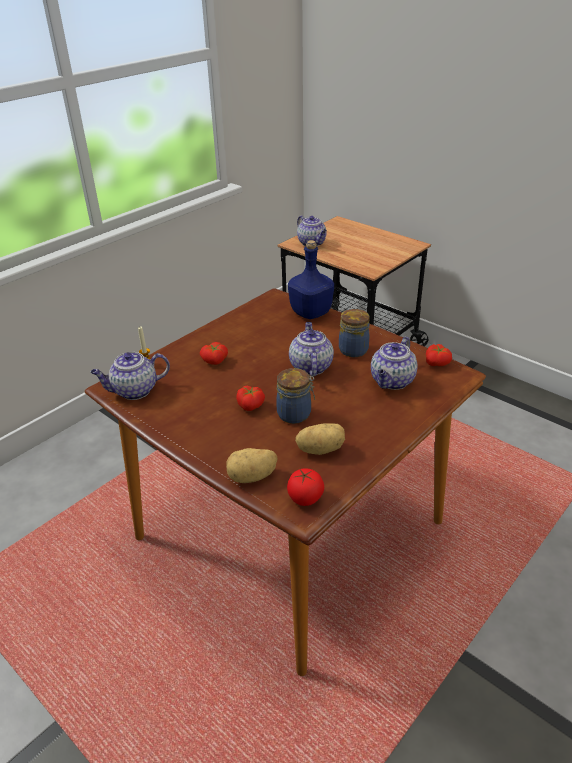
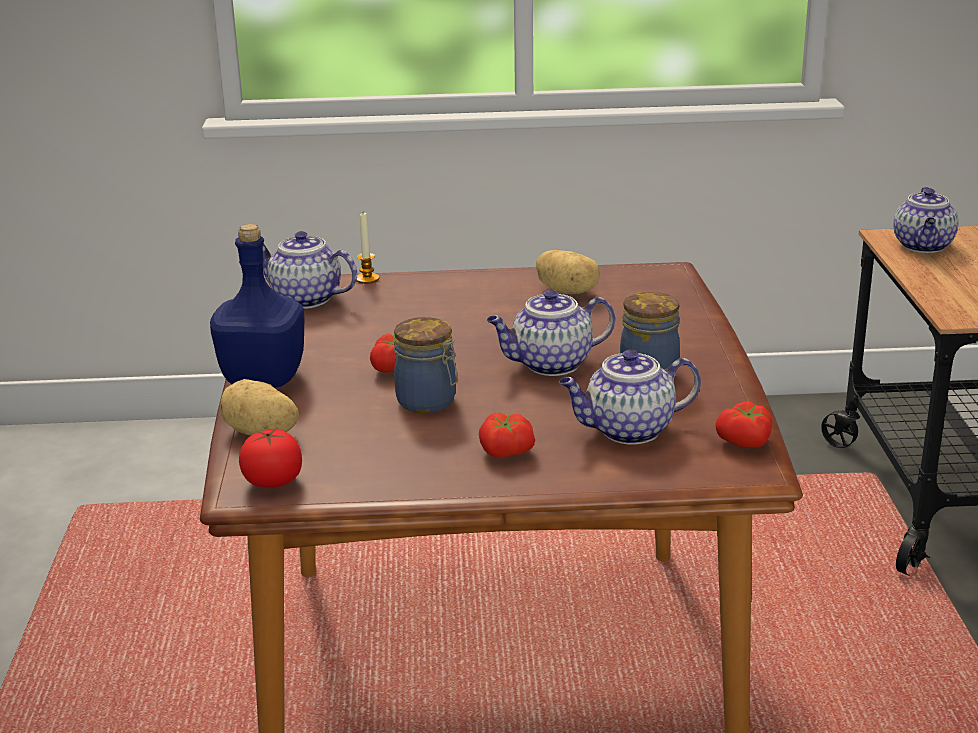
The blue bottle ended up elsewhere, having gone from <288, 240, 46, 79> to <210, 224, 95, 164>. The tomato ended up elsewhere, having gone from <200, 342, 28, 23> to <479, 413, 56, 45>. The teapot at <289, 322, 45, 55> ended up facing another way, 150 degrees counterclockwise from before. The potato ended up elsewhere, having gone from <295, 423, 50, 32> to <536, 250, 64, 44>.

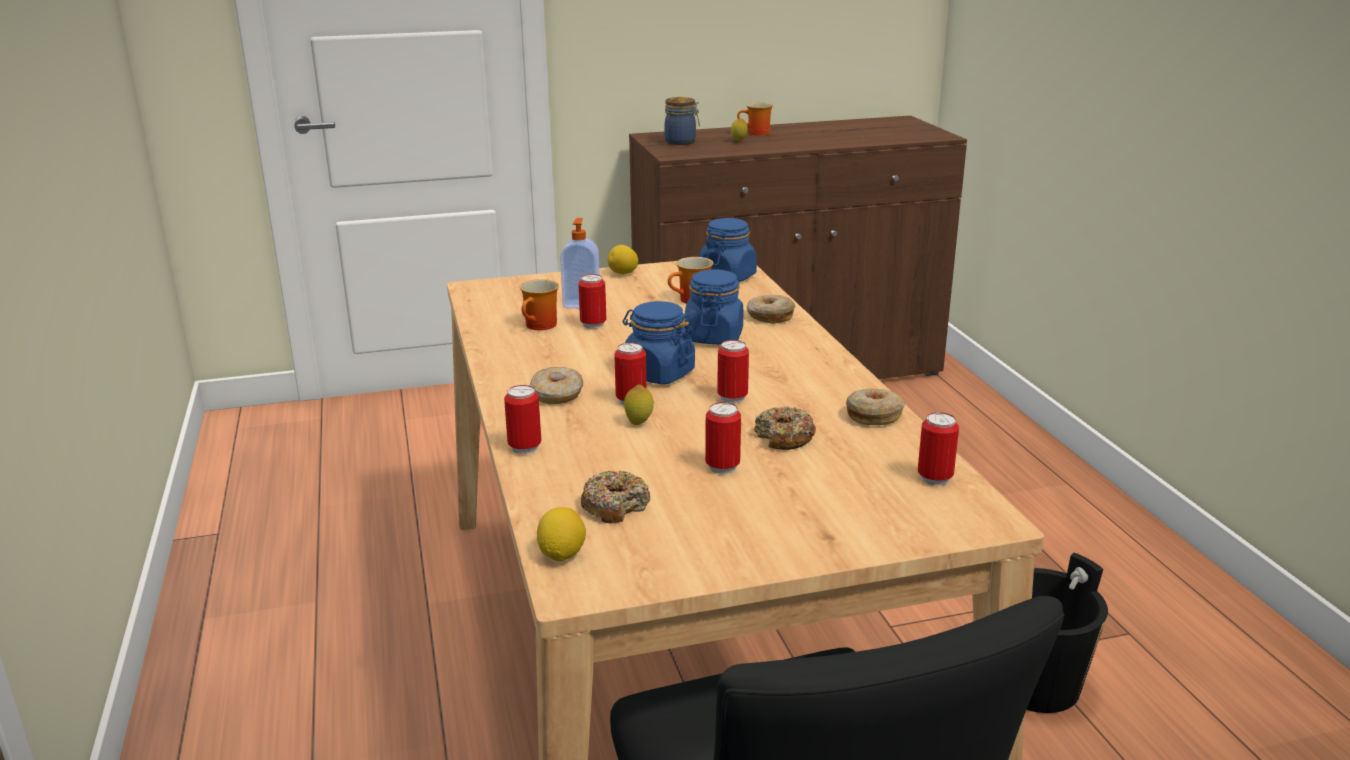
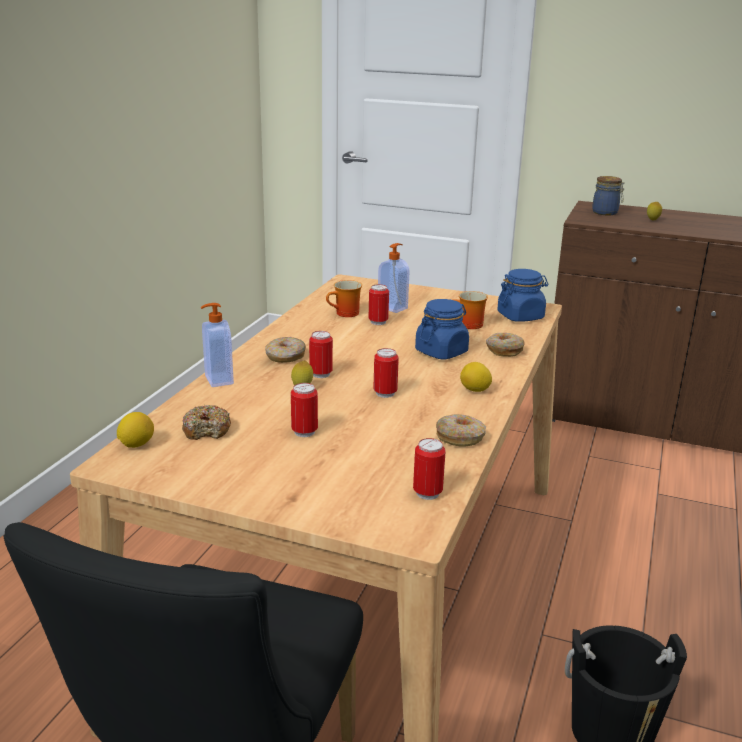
Where the can stood at <504, 385, 37, 69>, the soap dispenser came to stand at <201, 303, 33, 84>. The lemon ended up elsewhere, having gone from <607, 245, 31, 29> to <460, 362, 32, 30>. The second view lost the blue jar at <623, 301, 72, 83>. The second view lost the mug at <737, 102, 36, 34>. The second view lost the donut at <754, 406, 62, 44>.

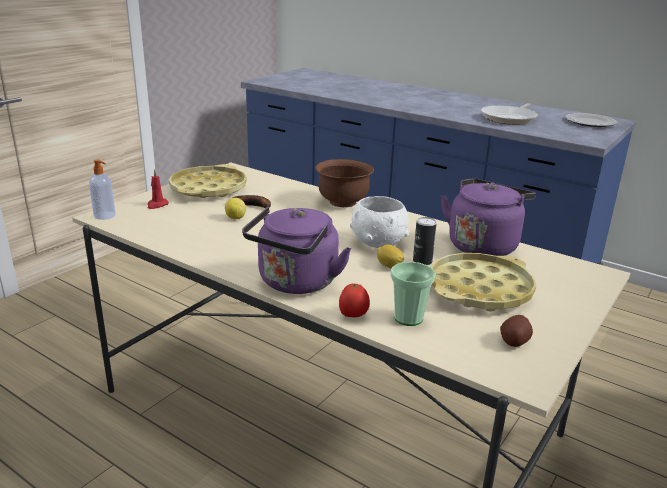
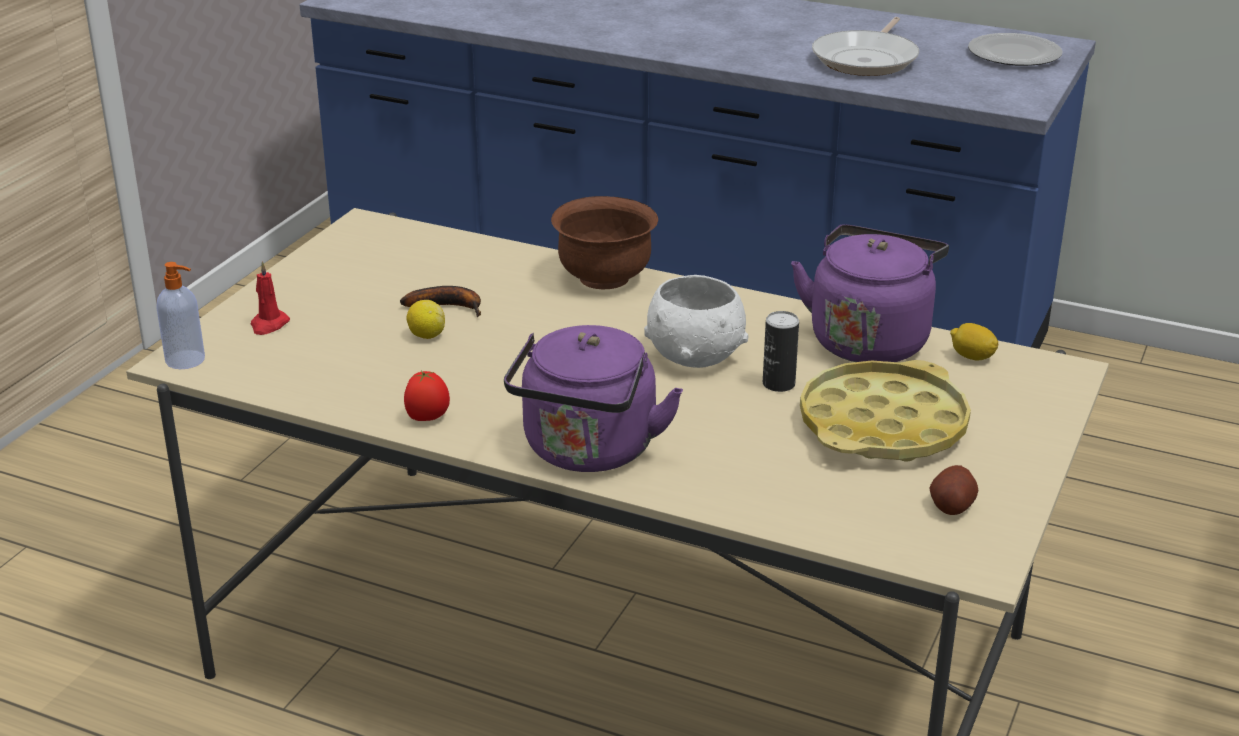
The tomato ended up elsewhere, having gone from <339, 283, 31, 34> to <404, 371, 46, 50>. The lemon ended up elsewhere, having gone from <377, 244, 27, 24> to <950, 323, 48, 38>. The second view lost the yellow tray at <169, 164, 78, 34>. The second view lost the cup at <390, 262, 45, 64>.

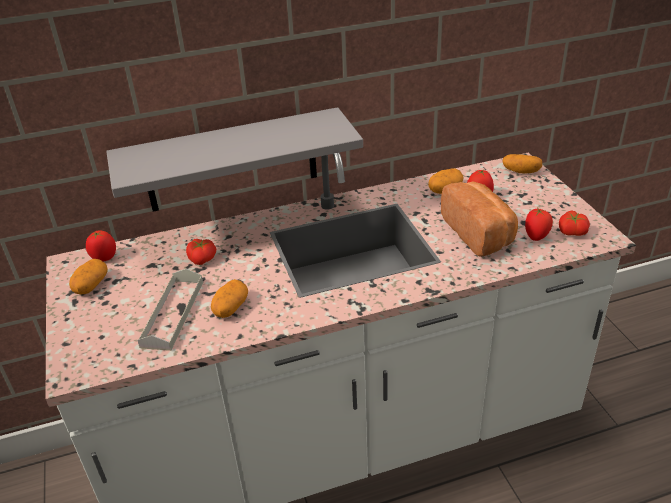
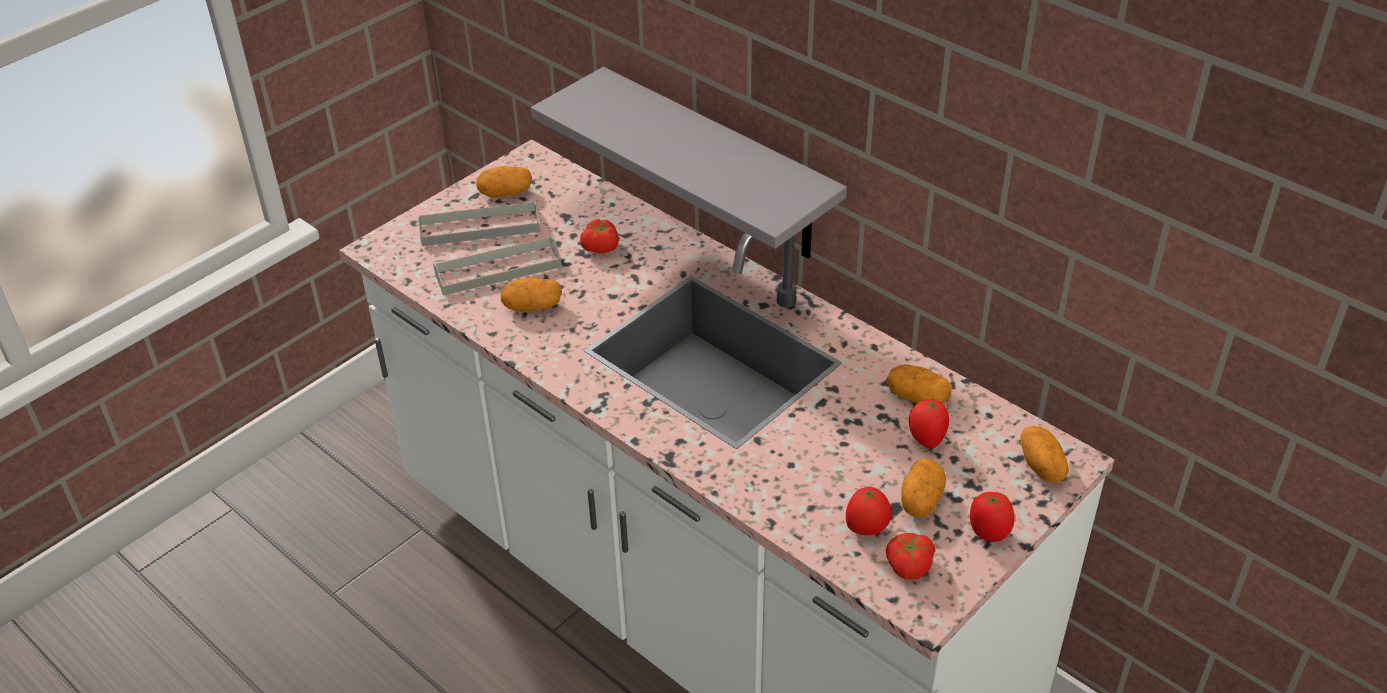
The second view gained the grey tray at <418, 200, 122, 46>. The second view gained the potato at <901, 458, 45, 60>. The tomato ended up elsewhere, having gone from <86, 230, 30, 32> to <970, 492, 44, 50>. The second view lost the bread at <441, 181, 77, 76>.

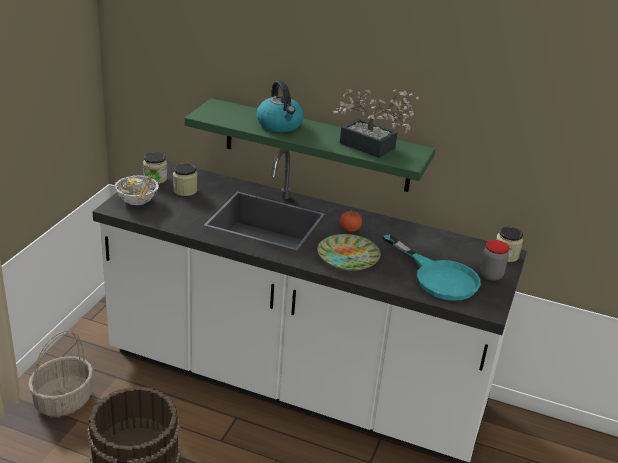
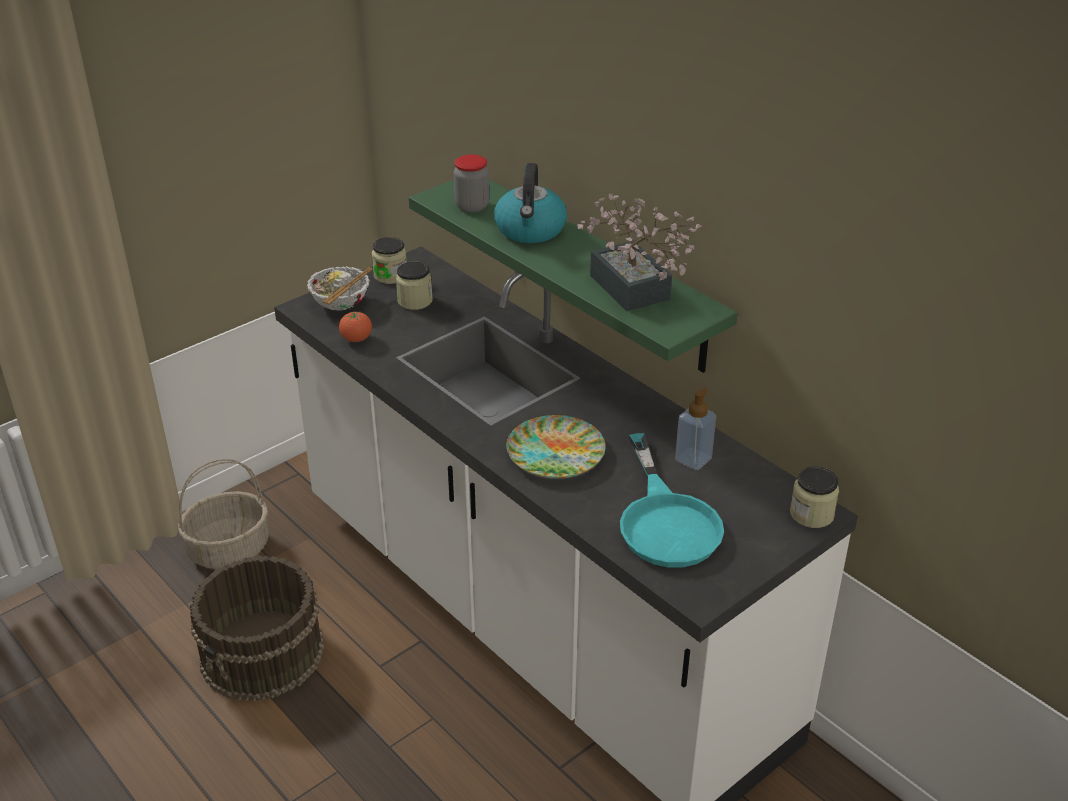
The tomato ended up elsewhere, having gone from <340, 211, 22, 21> to <339, 311, 33, 31>. The jar ended up elsewhere, having gone from <480, 240, 29, 41> to <454, 154, 35, 58>. The second view gained the soap dispenser at <675, 388, 41, 82>.

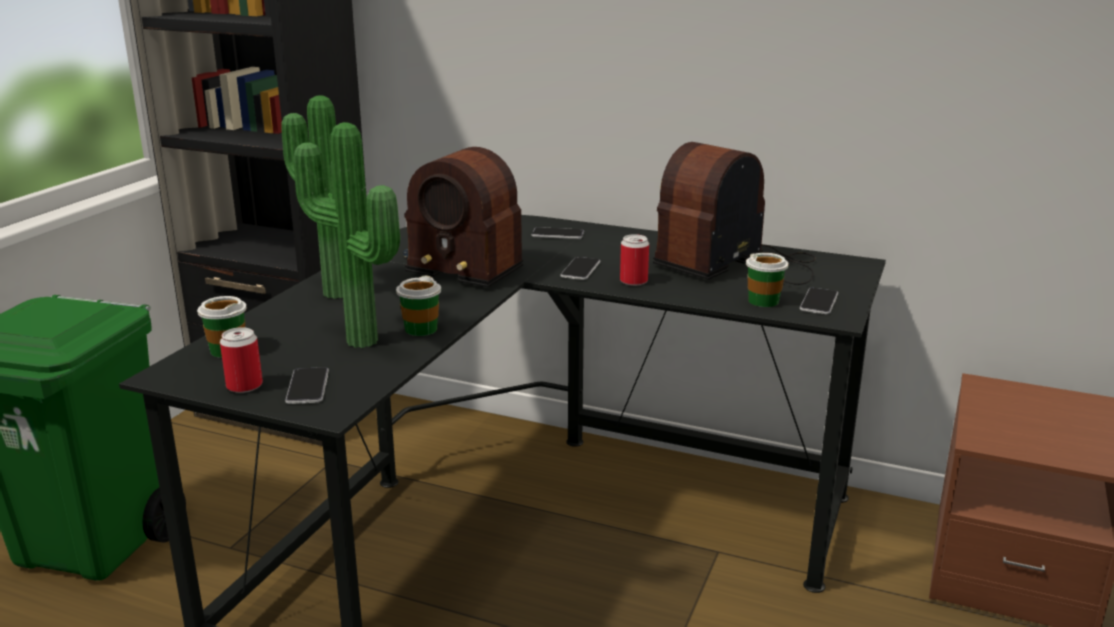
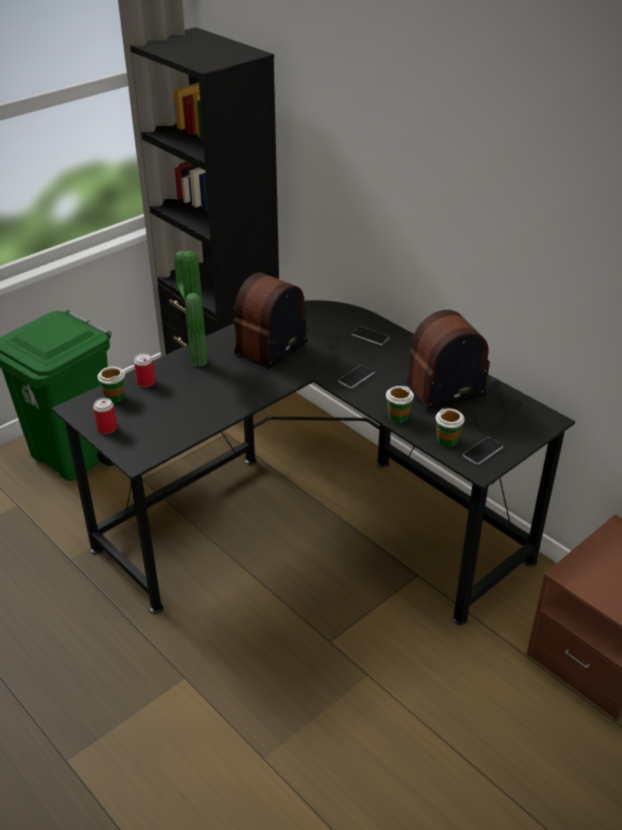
The can ended up elsewhere, having gone from <620, 234, 29, 52> to <134, 353, 21, 34>. The radio at <403, 147, 120, 140> ended up facing another way, 75 degrees clockwise from before. The cup ended up elsewhere, having gone from <396, 275, 45, 61> to <386, 386, 28, 37>. The second view lost the phone at <285, 367, 44, 37>. The second view lost the potted plant at <294, 122, 106, 226>.

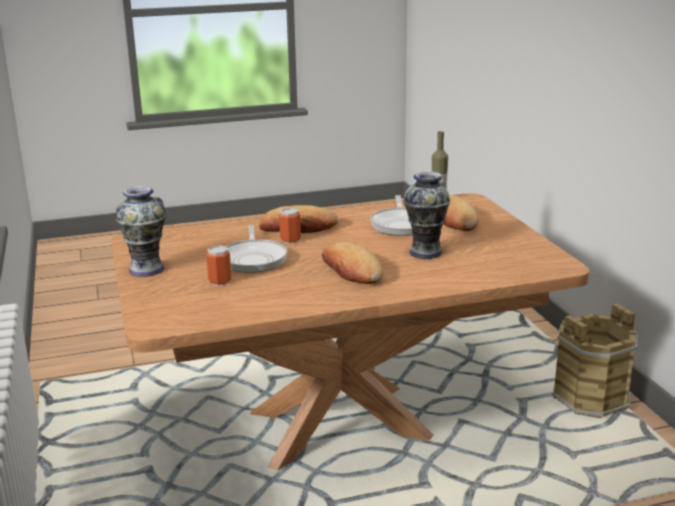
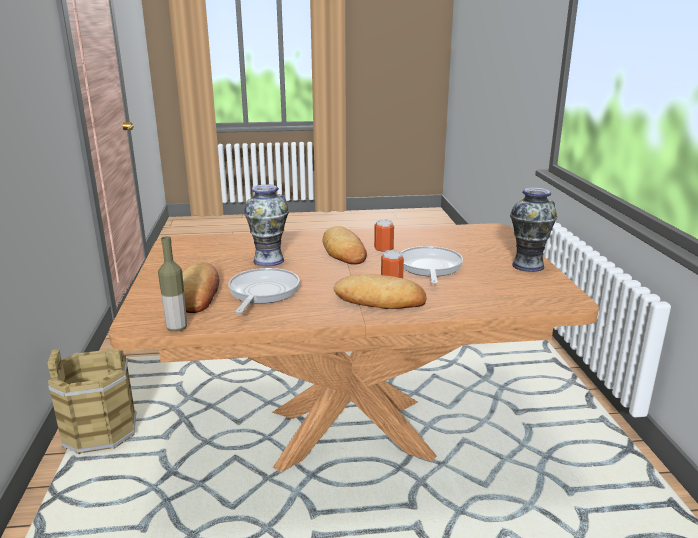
The can ended up elsewhere, having gone from <206, 245, 26, 41> to <374, 220, 20, 33>.

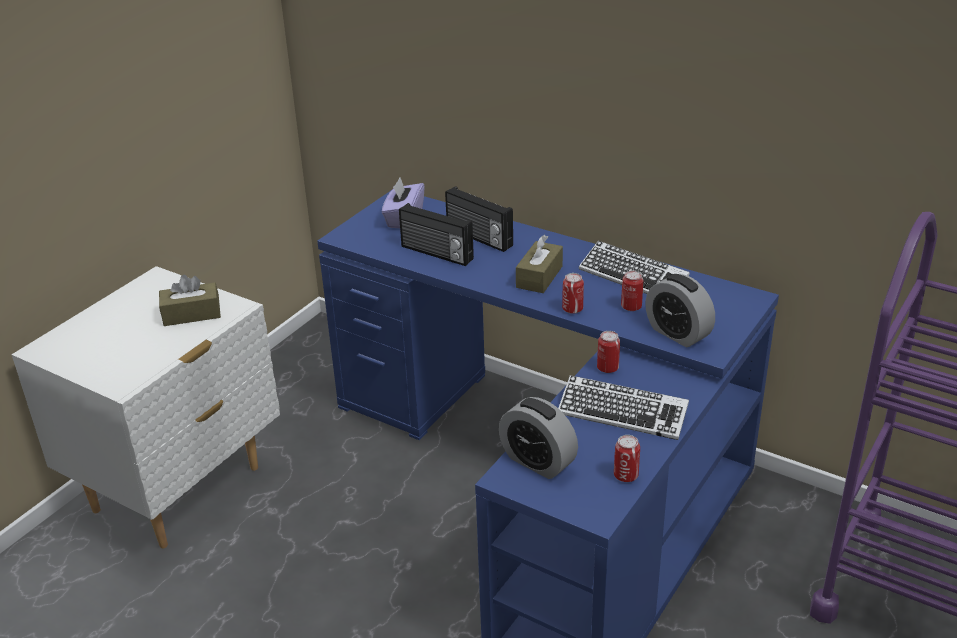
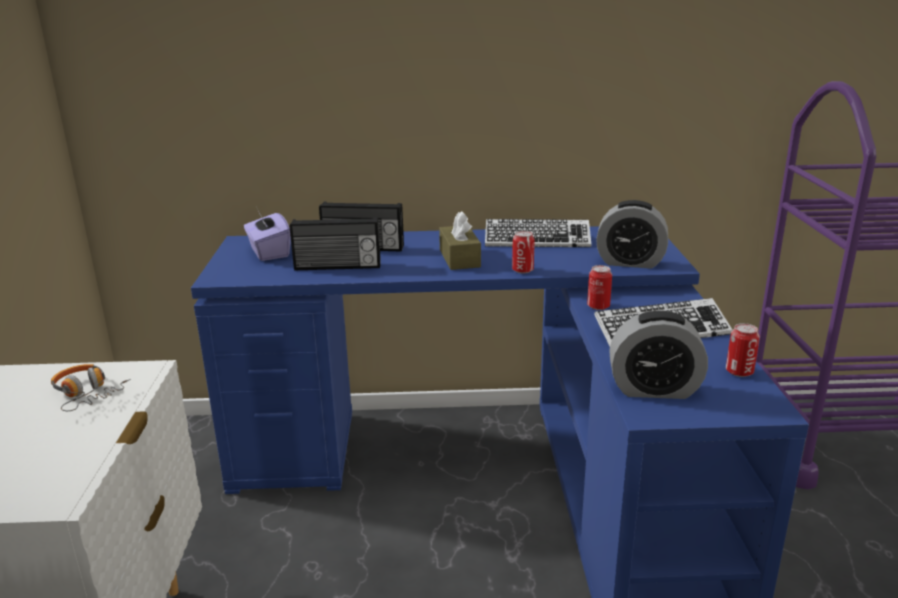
Where the brown tissue box stood at <159, 275, 62, 51>, the headphones came to stand at <51, 364, 80, 47>. The second view lost the can at <621, 271, 22, 40>.

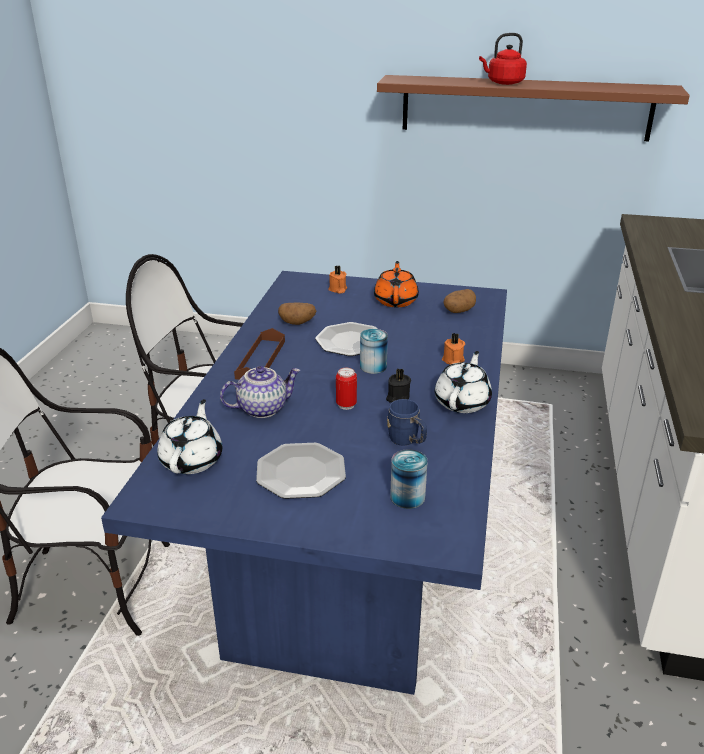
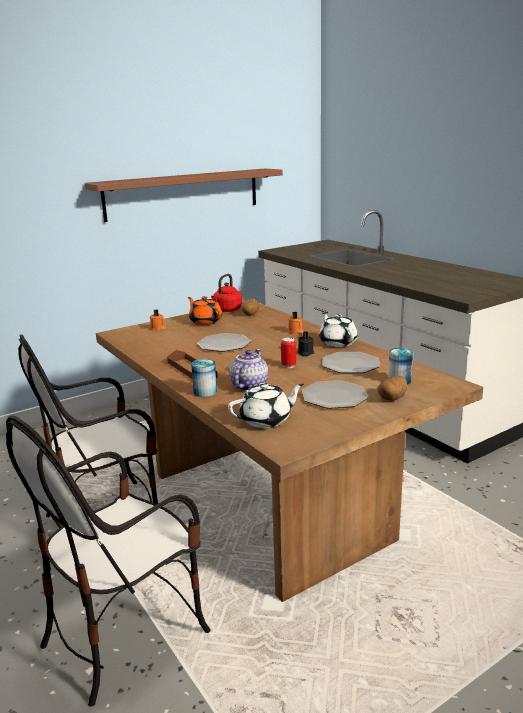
What was the blue dining table at <101, 271, 406, 424> turned into the brown dining table at <96, 302, 387, 300>. The can ended up elsewhere, having gone from <360, 329, 28, 45> to <191, 359, 26, 38>. The red kettle ended up elsewhere, having gone from <479, 33, 48, 52> to <211, 274, 31, 38>. The white teapot at <157, 399, 65, 75> ended up facing another way, 105 degrees clockwise from before. Where the blue mug stood at <387, 399, 40, 47>, the plate came to stand at <322, 352, 58, 21>. The potato ended up elsewhere, having gone from <278, 302, 38, 23> to <377, 376, 30, 25>.

